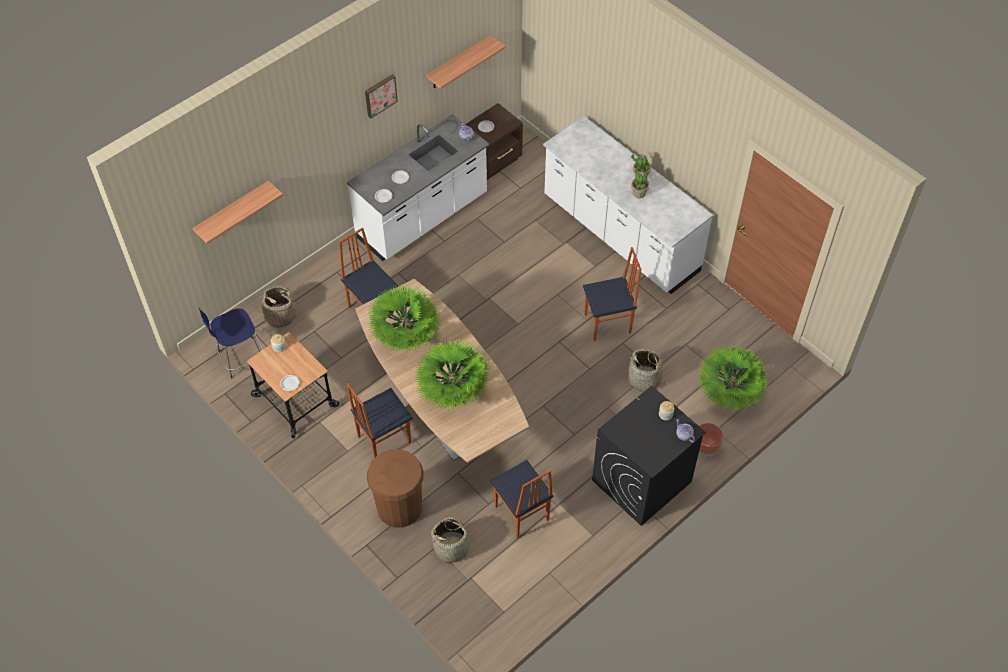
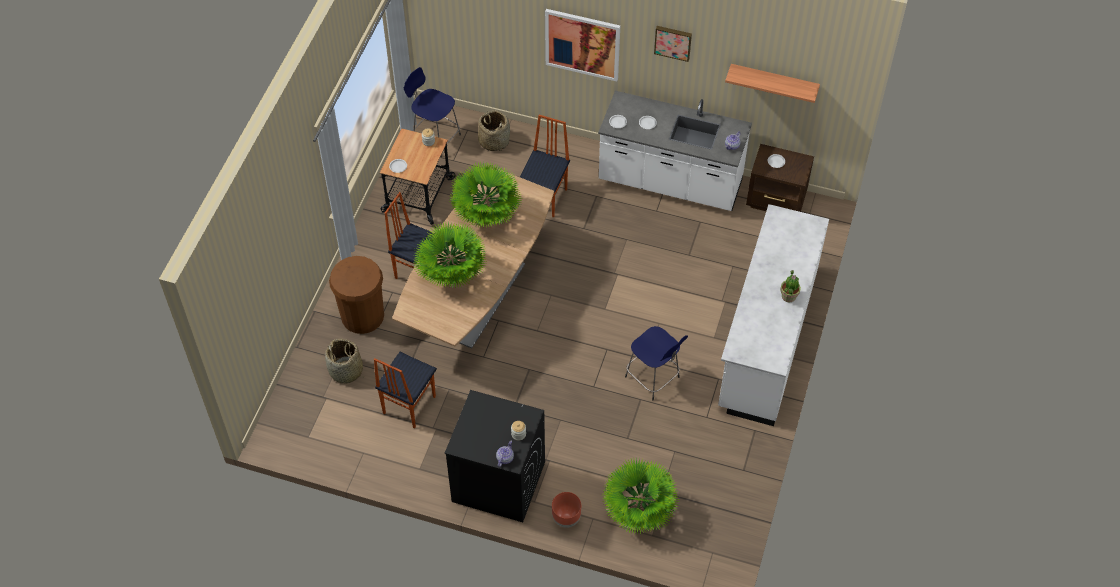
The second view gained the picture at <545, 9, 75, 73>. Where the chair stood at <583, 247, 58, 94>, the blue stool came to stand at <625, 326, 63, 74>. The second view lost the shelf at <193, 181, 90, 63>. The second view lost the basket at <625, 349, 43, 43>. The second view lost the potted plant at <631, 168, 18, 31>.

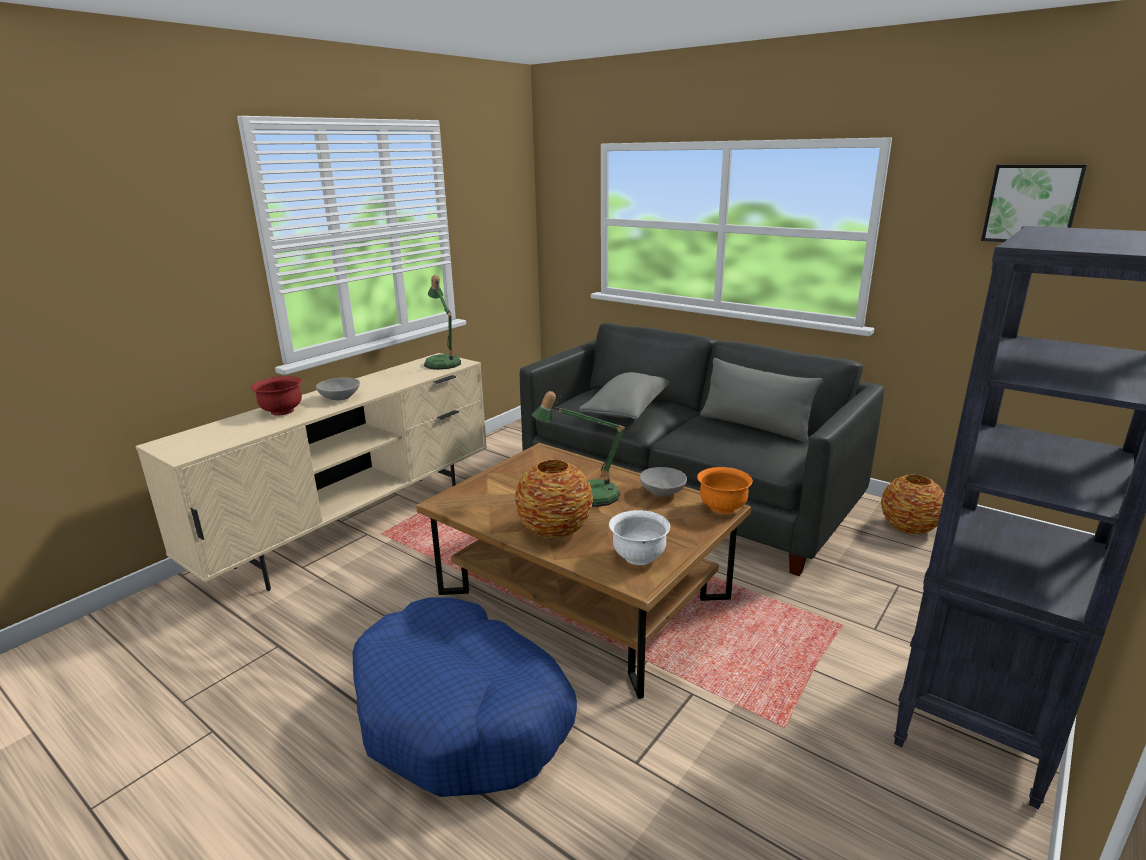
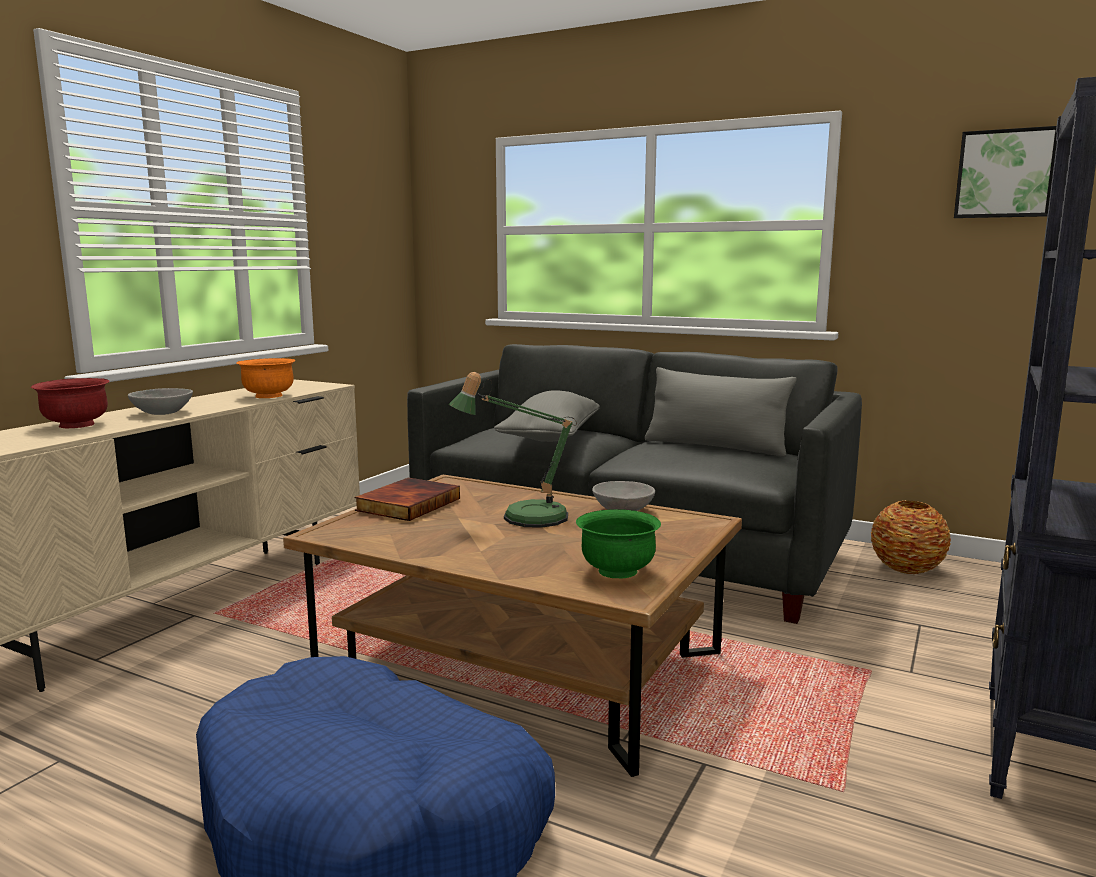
The orange bowl ended up elsewhere, having gone from <697, 467, 56, 47> to <236, 358, 59, 40>. The second view gained the book at <354, 478, 106, 43>. What was the white bowl at <609, 510, 61, 55> turned into the green bowl at <576, 509, 85, 69>. The second view lost the table lamp at <424, 275, 37, 95>. The second view lost the vase at <515, 459, 78, 79>.

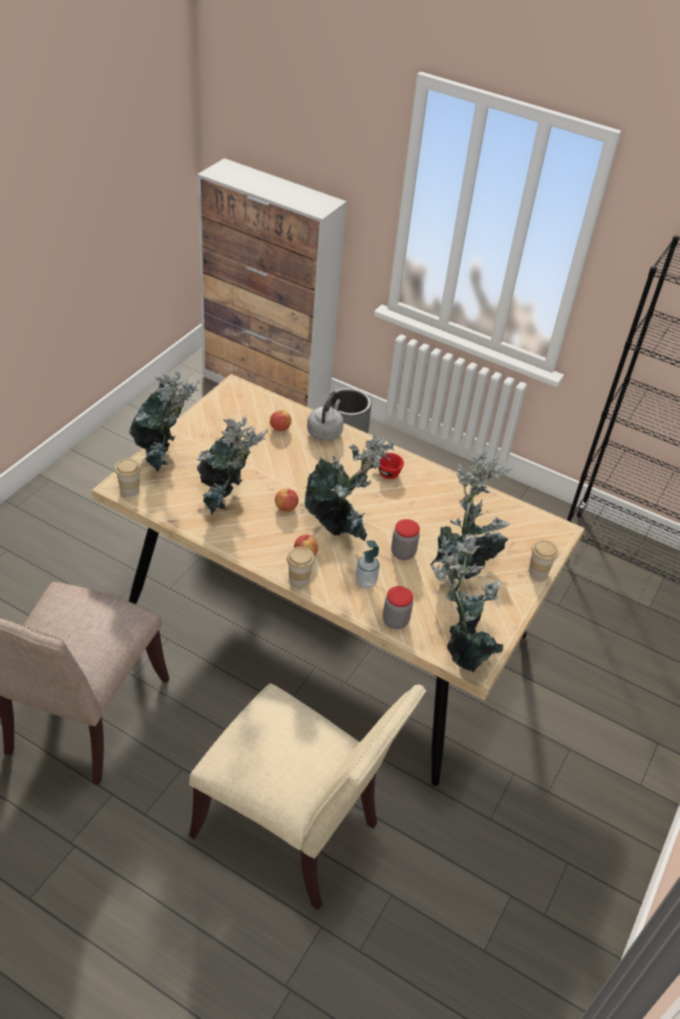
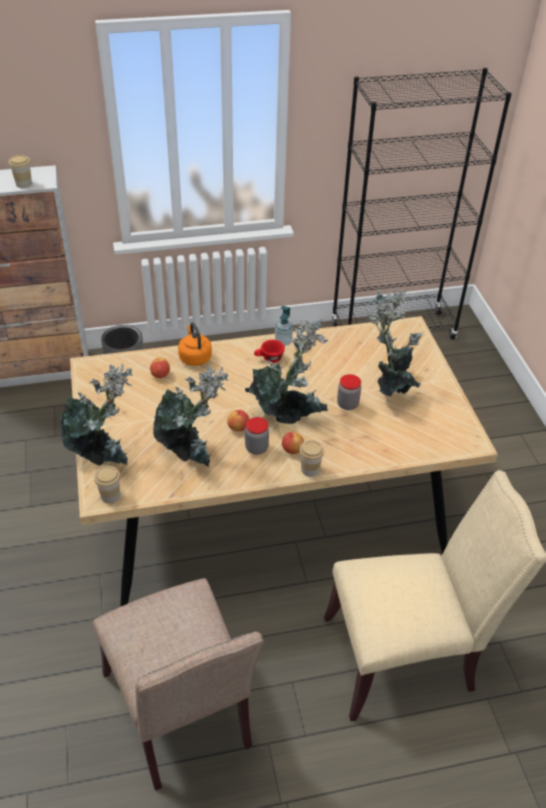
The cup ended up elsewhere, having gone from <529, 540, 29, 39> to <9, 155, 23, 33>. What was the grey kettle at <307, 395, 37, 46> turned into the orange kettle at <178, 322, 34, 44>. The jar ended up elsewhere, having gone from <383, 586, 30, 43> to <245, 417, 24, 38>. The soap dispenser ended up elsewhere, having gone from <355, 540, 25, 48> to <275, 306, 18, 40>. The second view lost the potted plant at <431, 533, 73, 139>.

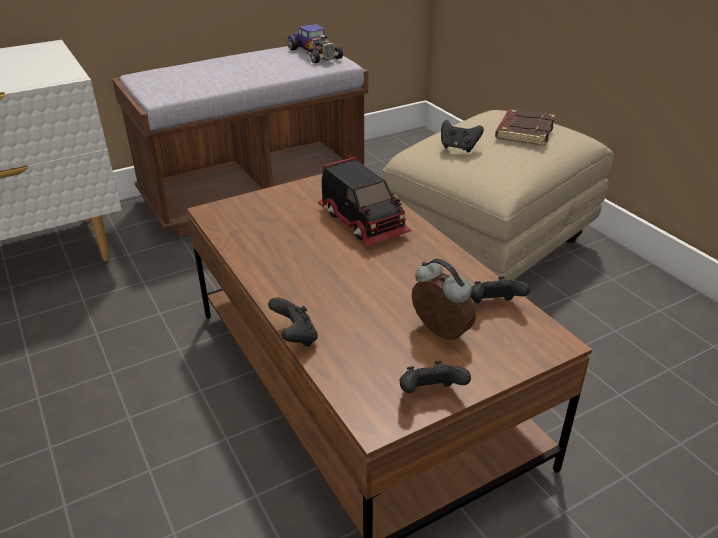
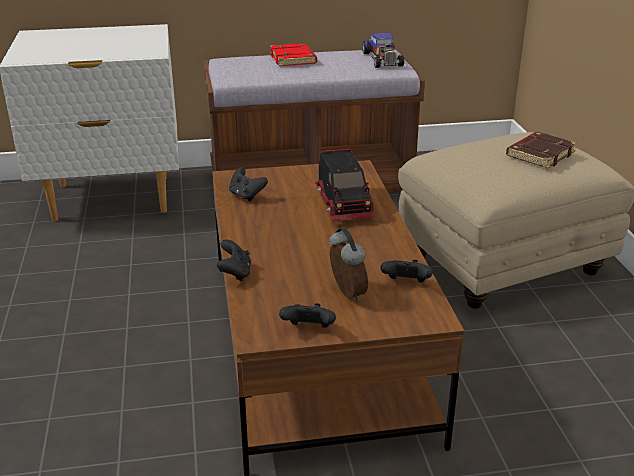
The black game controller ended up elsewhere, having gone from <441, 120, 43, 32> to <229, 167, 39, 35>. The second view gained the red book at <270, 43, 47, 23>.

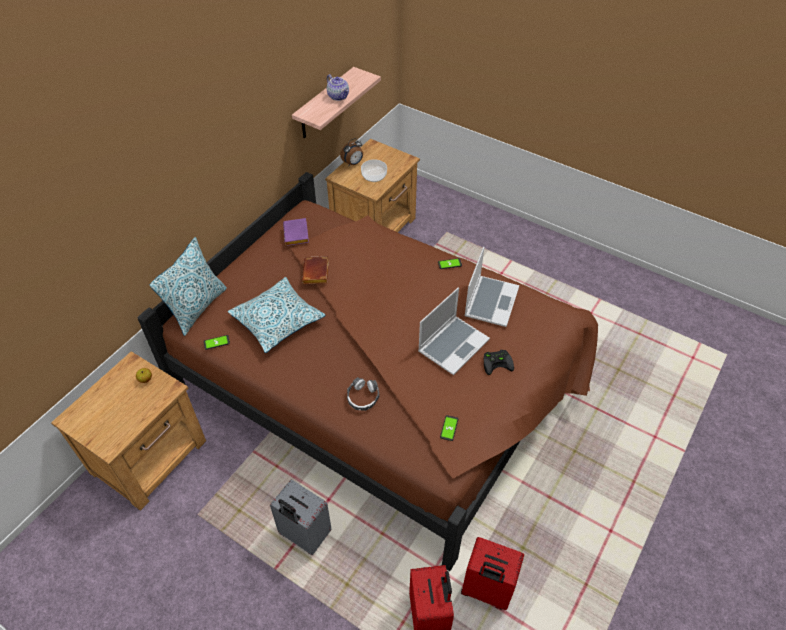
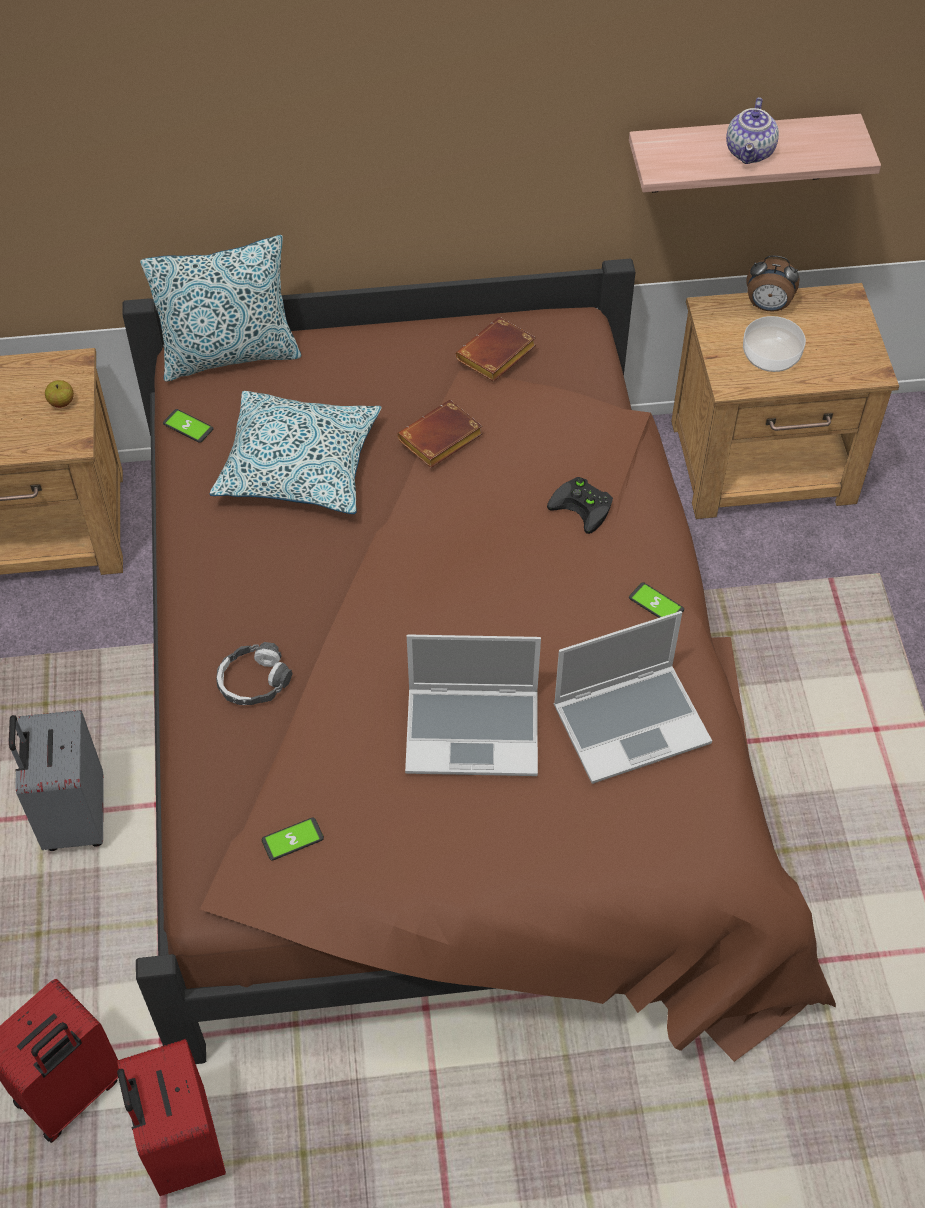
What was the purple book at <283, 218, 26, 28> turned into the brown book at <456, 317, 80, 65>. The black game controller ended up elsewhere, having gone from <484, 350, 30, 25> to <547, 477, 66, 57>.

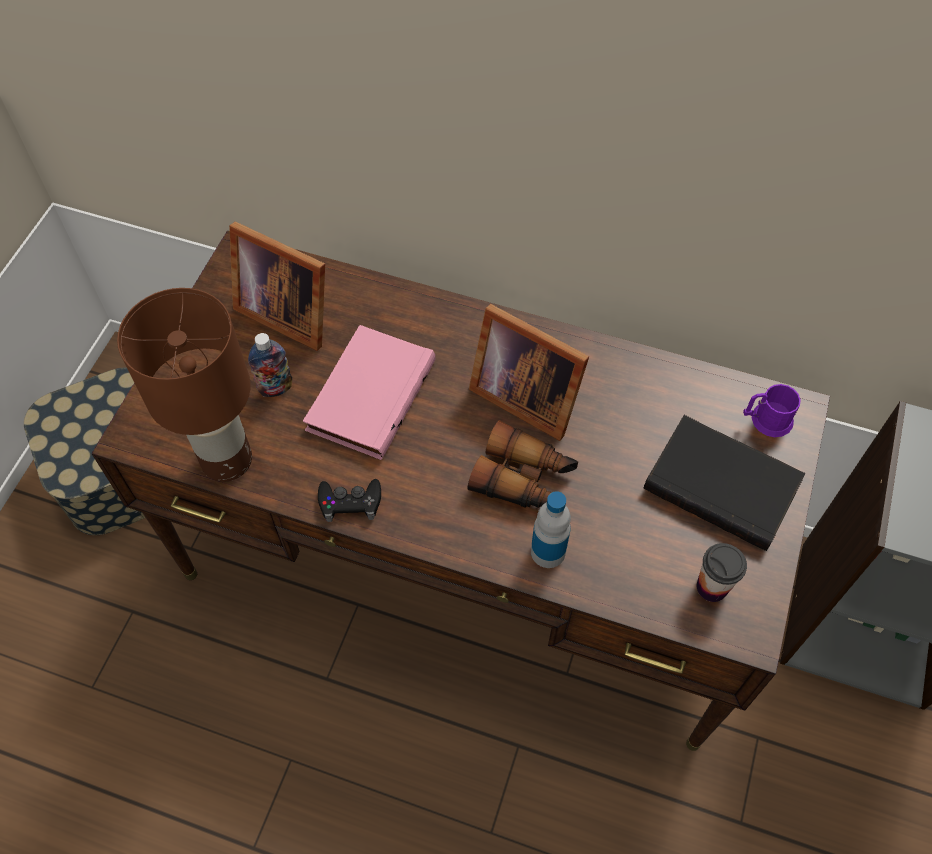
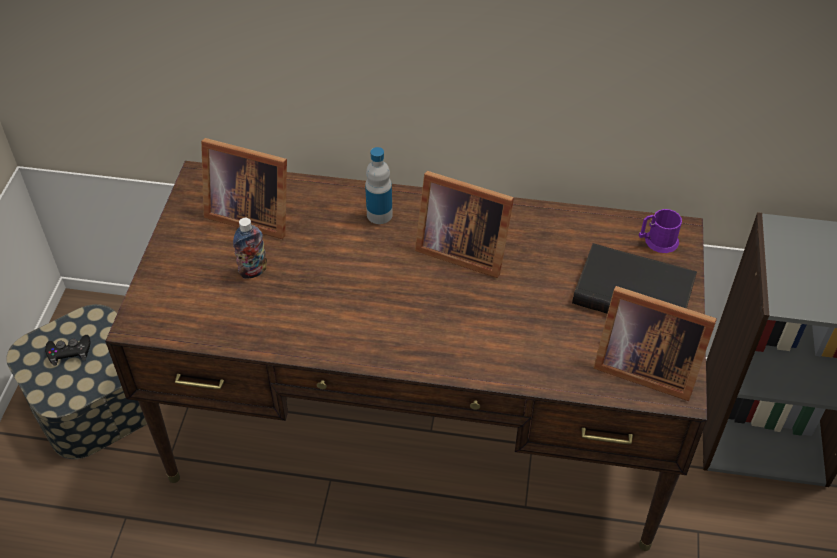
The black game controller ended up elsewhere, having gone from <318, 479, 63, 43> to <45, 335, 45, 31>. The bottle ended up elsewhere, having gone from <531, 491, 40, 77> to <365, 147, 28, 77>. Where the cup stood at <697, 543, 50, 59>, the picture frame came to stand at <593, 286, 124, 115>. The second view lost the brown table lamp at <117, 288, 135, 194>. The second view lost the pink book at <303, 325, 133, 135>. The second view lost the binoculars at <468, 420, 110, 88>.

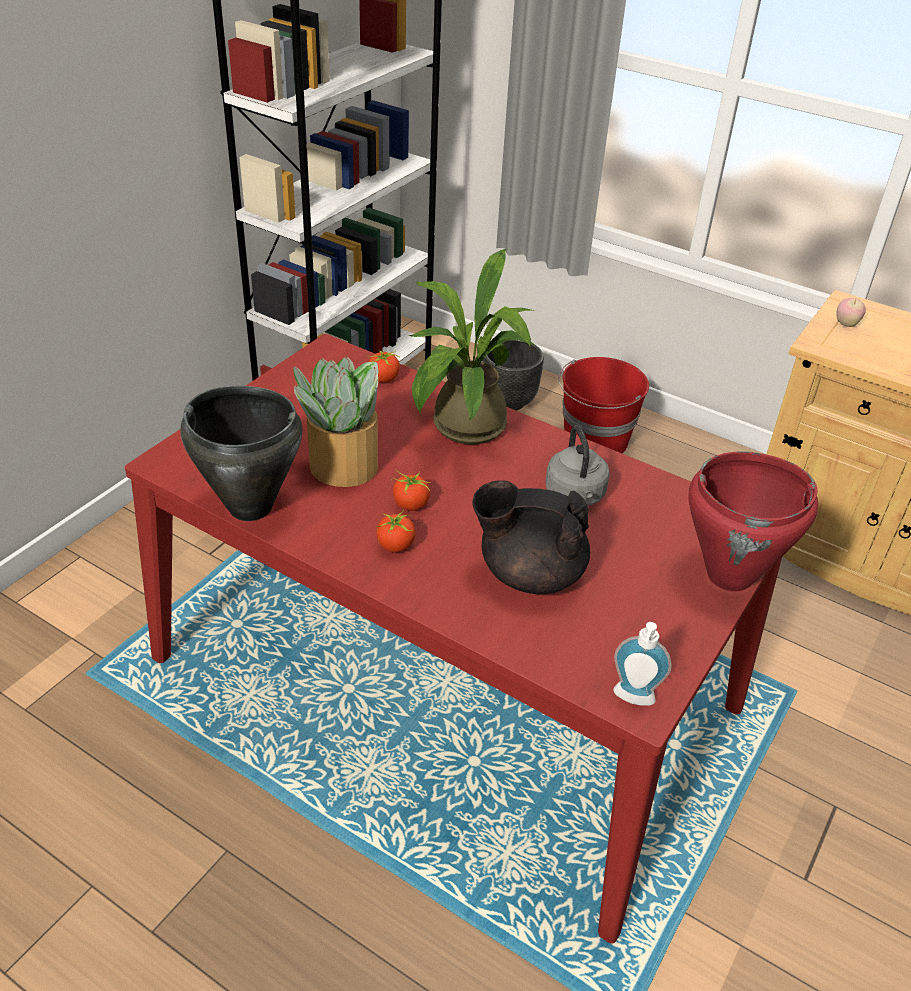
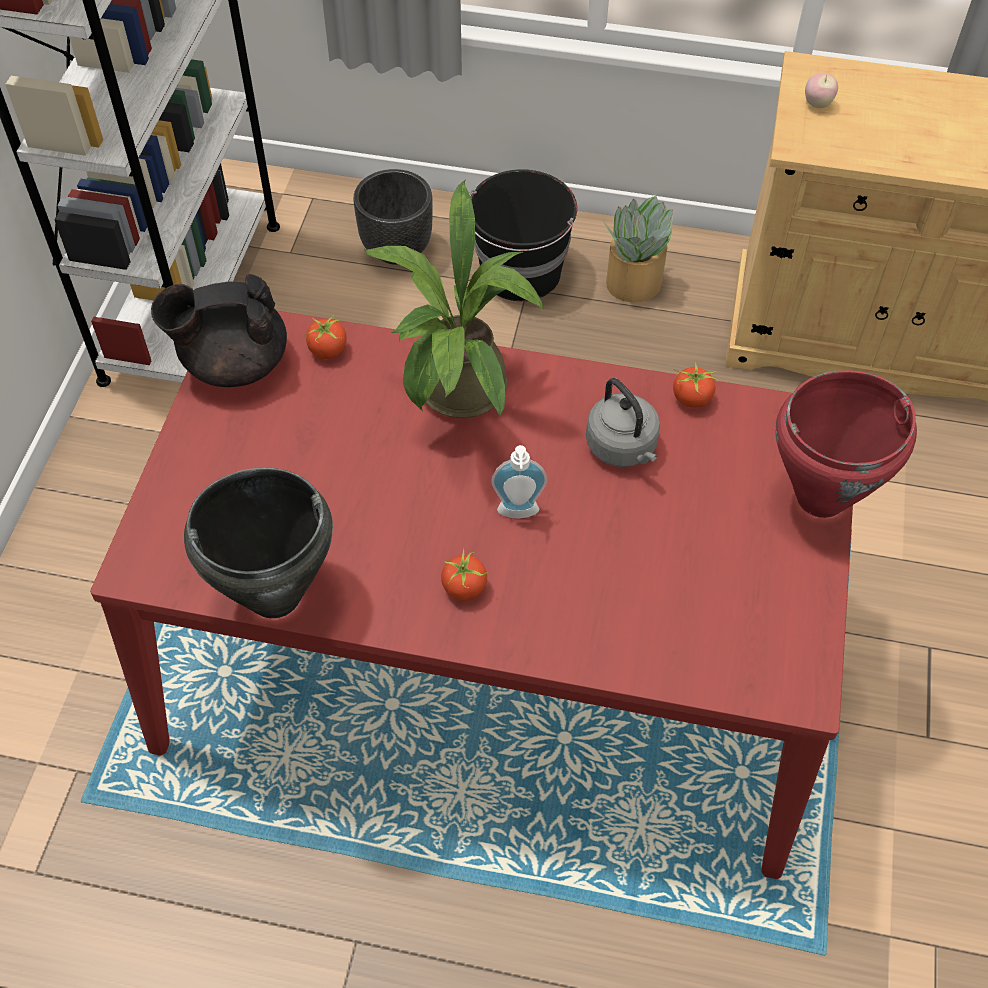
The black teapot ended up elsewhere, having gone from <472, 480, 118, 114> to <151, 274, 136, 113>. What was the red bucket at <559, 357, 90, 96> turned into the black bucket at <469, 169, 108, 132>. The soap dispenser ended up elsewhere, having gone from <613, 622, 59, 84> to <491, 445, 56, 74>. The potted plant ended up elsewhere, having gone from <293, 356, 86, 131> to <603, 196, 70, 107>. The tomato ended up elsewhere, having gone from <391, 469, 40, 42> to <673, 362, 45, 46>.

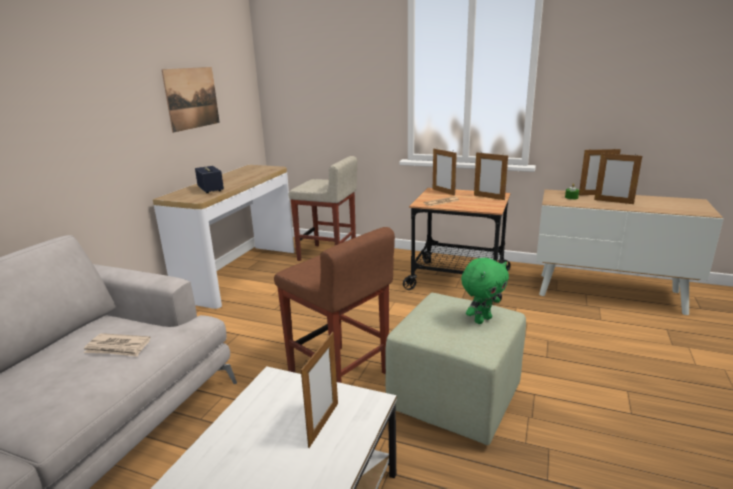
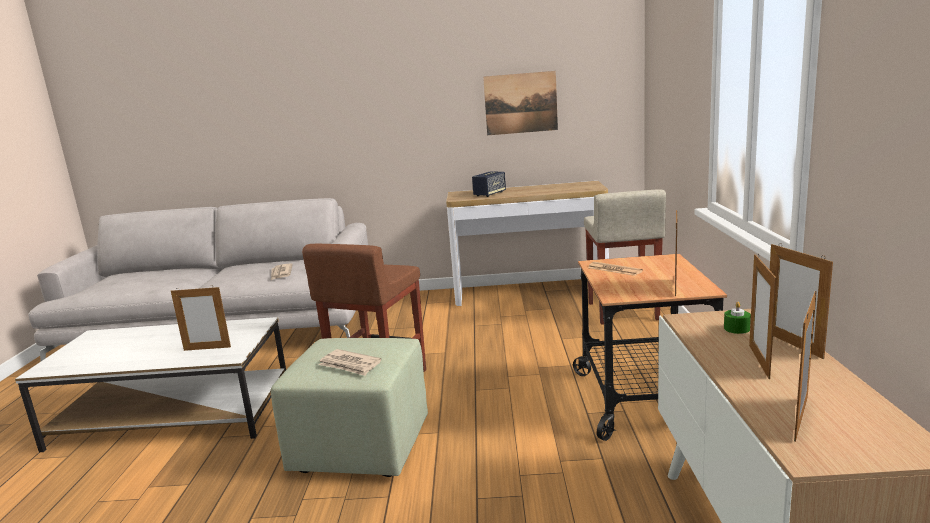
Where the green plush toy stood at <461, 258, 48, 66>, the newspaper came to stand at <319, 349, 63, 27>. The picture frame ended up elsewhere, having gone from <433, 149, 24, 47> to <794, 291, 23, 151>.

